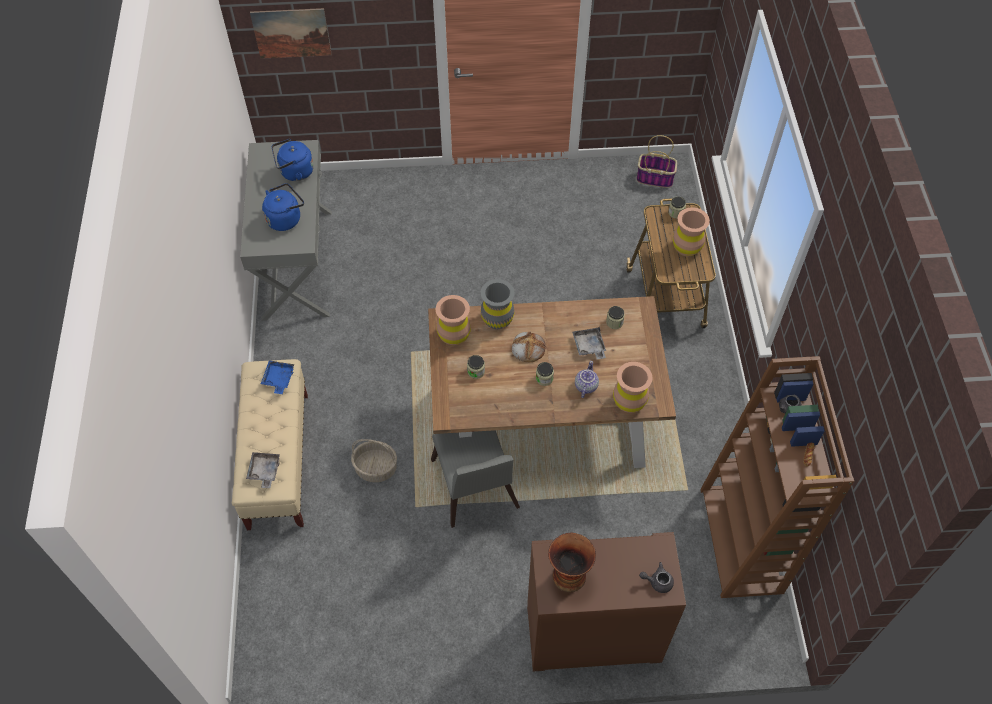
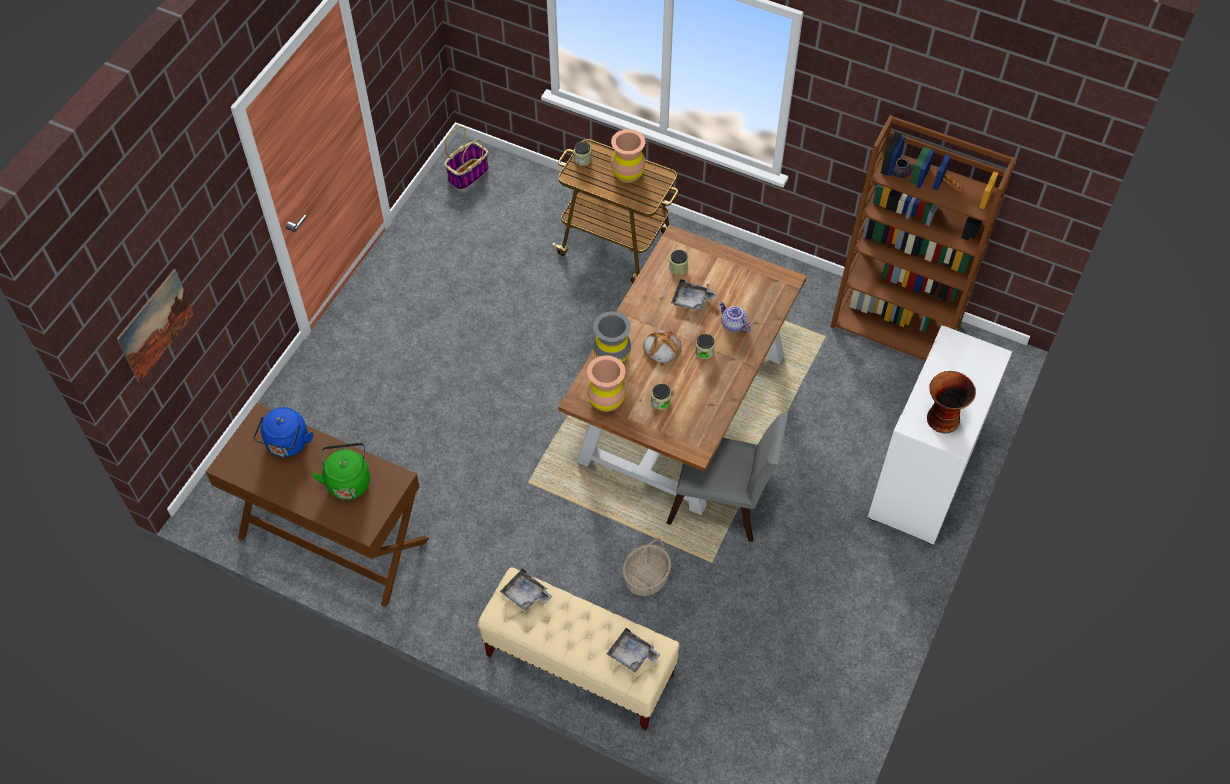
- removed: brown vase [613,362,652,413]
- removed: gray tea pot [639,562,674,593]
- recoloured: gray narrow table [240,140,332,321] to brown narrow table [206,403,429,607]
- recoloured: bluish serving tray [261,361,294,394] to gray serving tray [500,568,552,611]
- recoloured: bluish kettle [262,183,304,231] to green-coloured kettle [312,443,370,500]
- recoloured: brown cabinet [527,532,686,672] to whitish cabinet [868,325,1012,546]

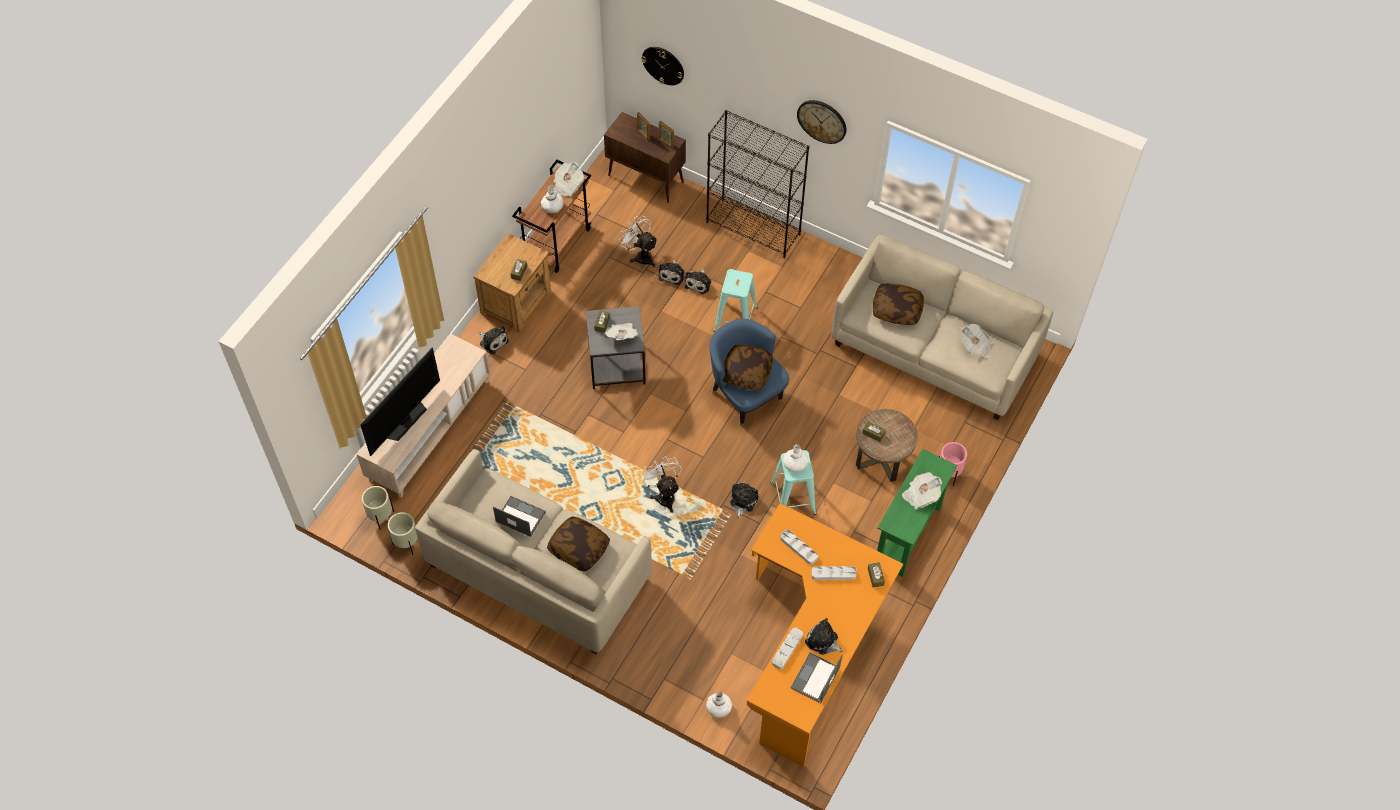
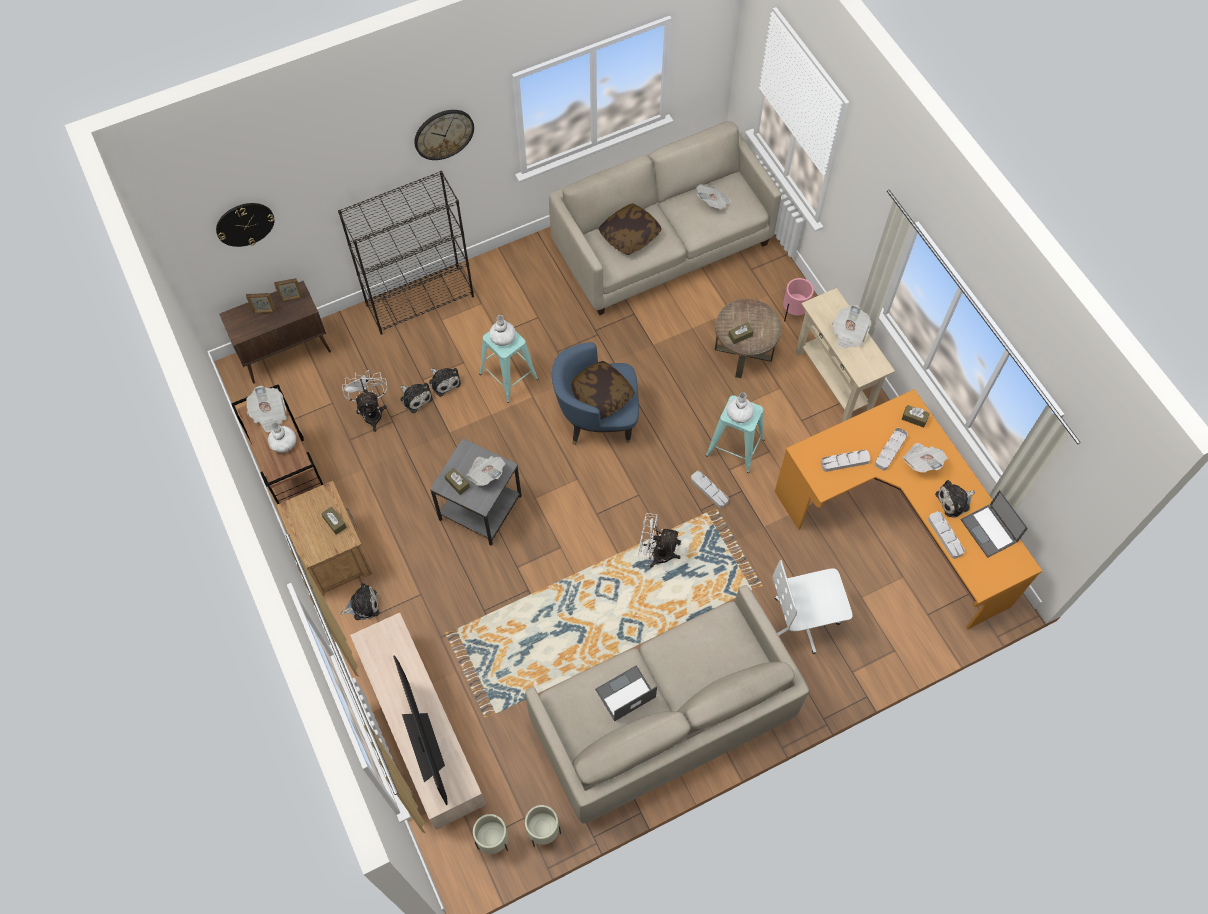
- removed: cushion [547,516,610,572]
- added: whitish office chair [772,560,852,654]
- added: daily paper [902,443,948,472]
- moved: whitish vase [706,692,732,718] to [489,315,516,346]
- replaced: cuddly toy [730,483,758,518] to gray serving tray [691,471,729,508]
- recoloured: green-coloured narrow table [877,449,957,577] to beige-coloured narrow table [795,288,895,422]
- turned: whitish fan [619,215,658,267] = [342,370,388,432] 90 degrees clockwise

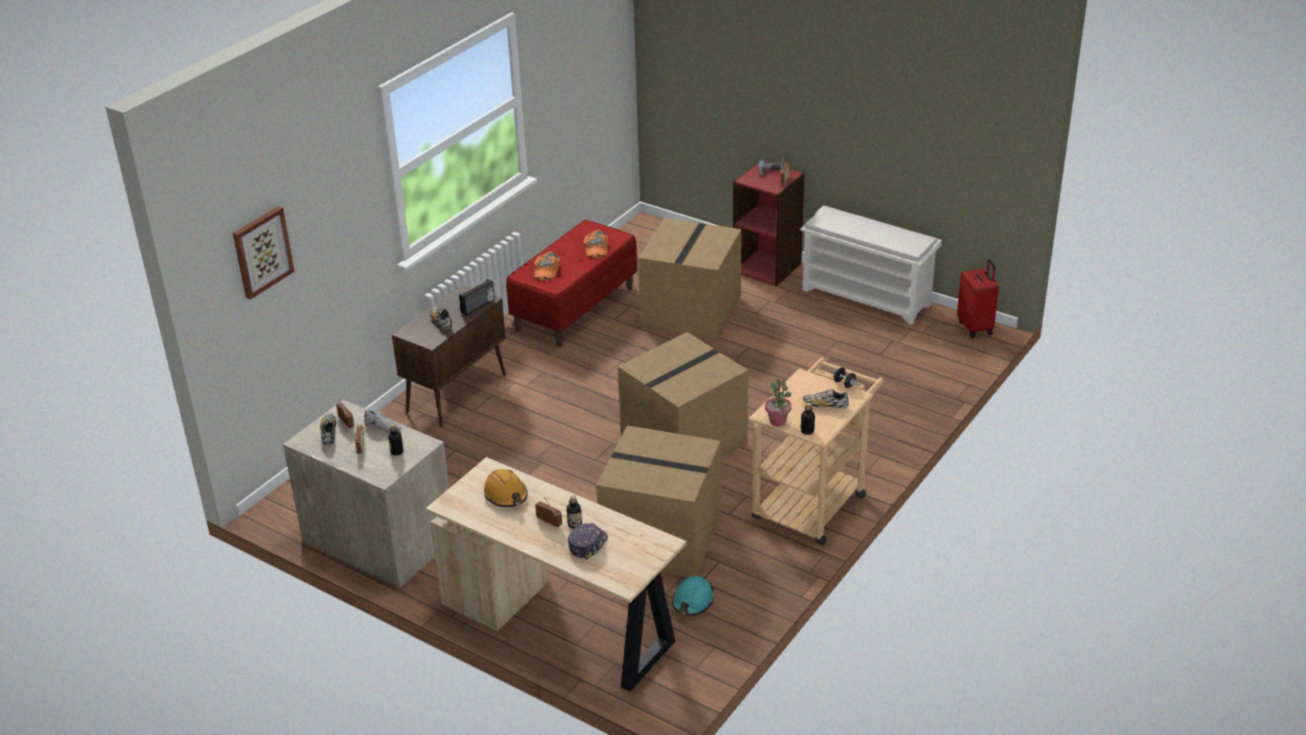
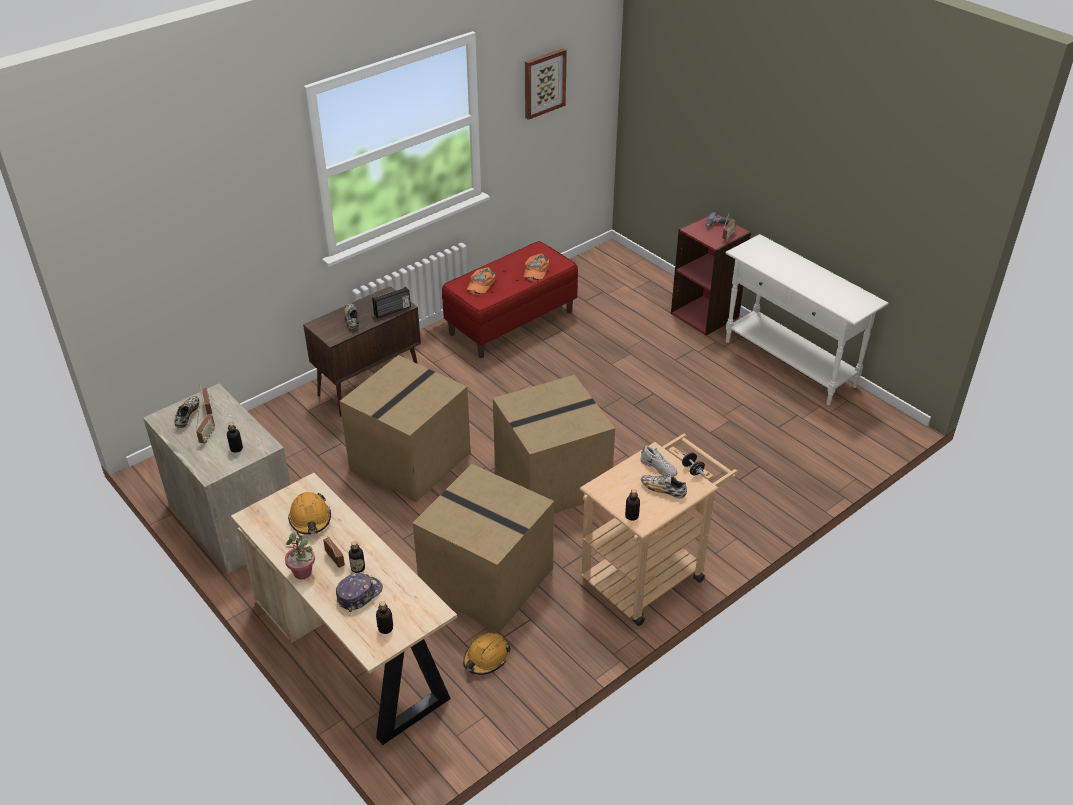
- removed: red-coloured travel case [957,259,999,338]
- added: beverage bottle [376,601,393,634]
- moved: picture [233,206,295,300] to [525,48,567,120]
- moved: whitish low shoe [364,409,402,434] to [641,446,678,477]
- moved: packing box [638,218,742,340] to [340,355,471,502]
- moved: potted plant [765,379,792,426] to [285,532,315,580]
- replaced: whitish shoe stand [800,206,942,325] to whitish narrow table [725,234,889,405]
- recoloured: turquoise-coloured hard hat [672,576,715,615] to orange-coloured hard hat [463,632,511,675]

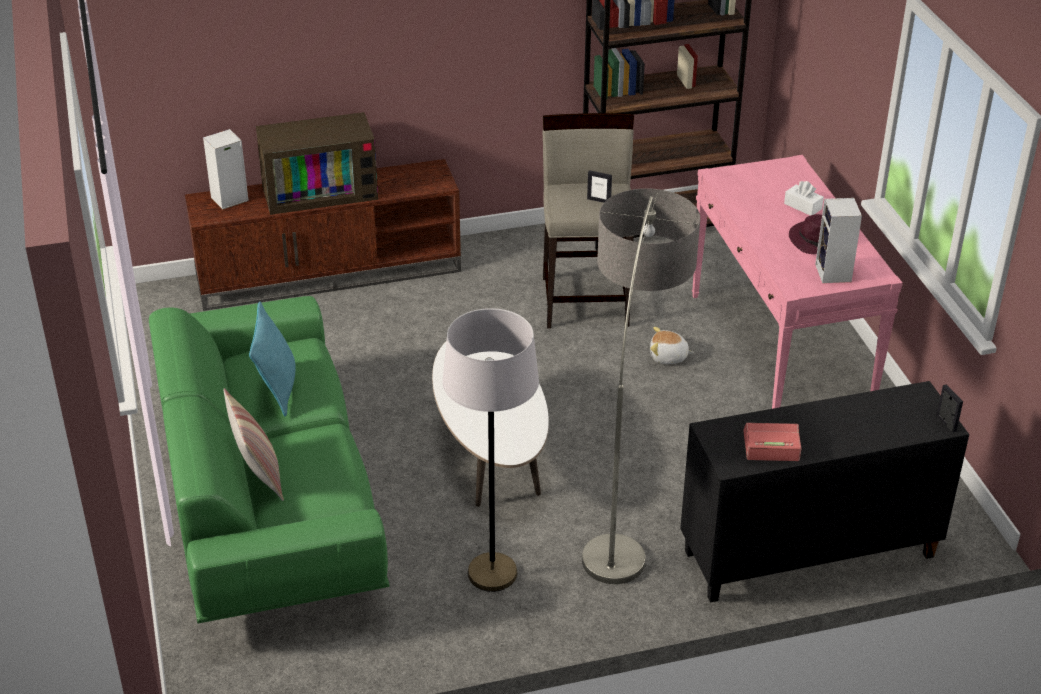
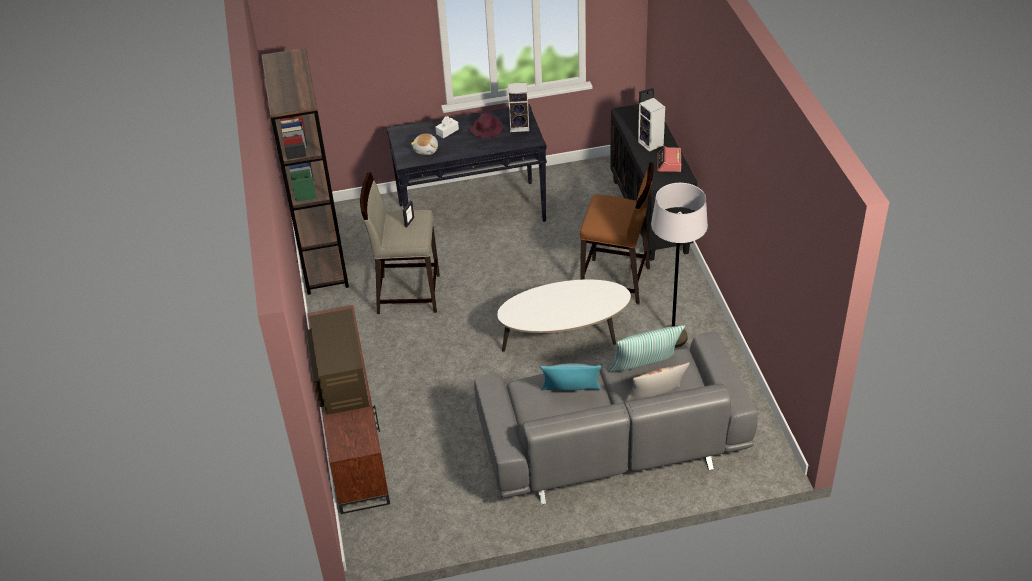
- added: cushion [608,325,685,372]
- moved: loudspeaker [203,129,249,210] to [638,98,665,152]
- moved: cuddly toy [650,327,694,364] to [411,134,438,155]
- replaced: standard lamp [582,188,700,584] to brown stool [580,162,653,305]
- recoloured: green-coloured settee [149,296,390,623] to gray settee [474,332,758,505]
- recoloured: pinkish narrow table [692,155,903,409] to black narrow table [387,104,547,222]

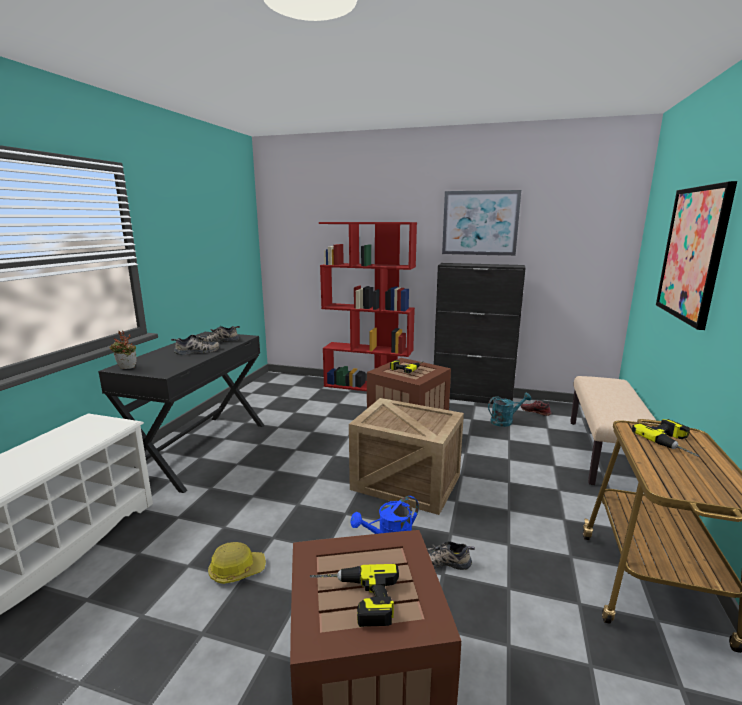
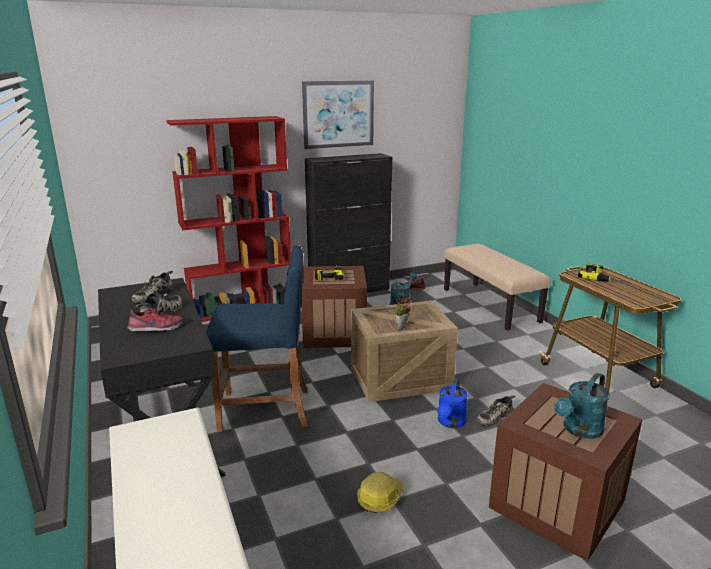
- removed: picture [656,181,737,330]
- added: low shoe [127,308,183,332]
- added: bluish stool [206,245,308,432]
- moved: potted plant [109,331,137,369] to [394,293,412,330]
- replaced: power drill [309,564,399,627] to turquoise-coloured sprinkling can [554,373,609,439]

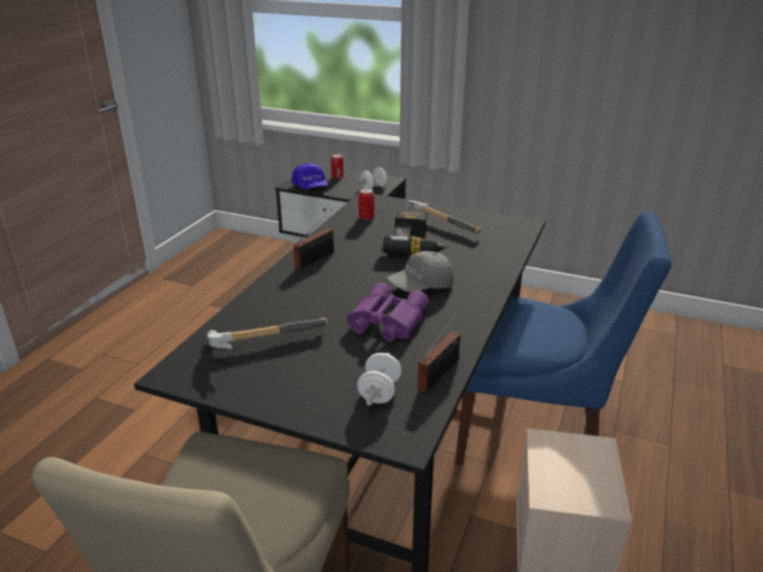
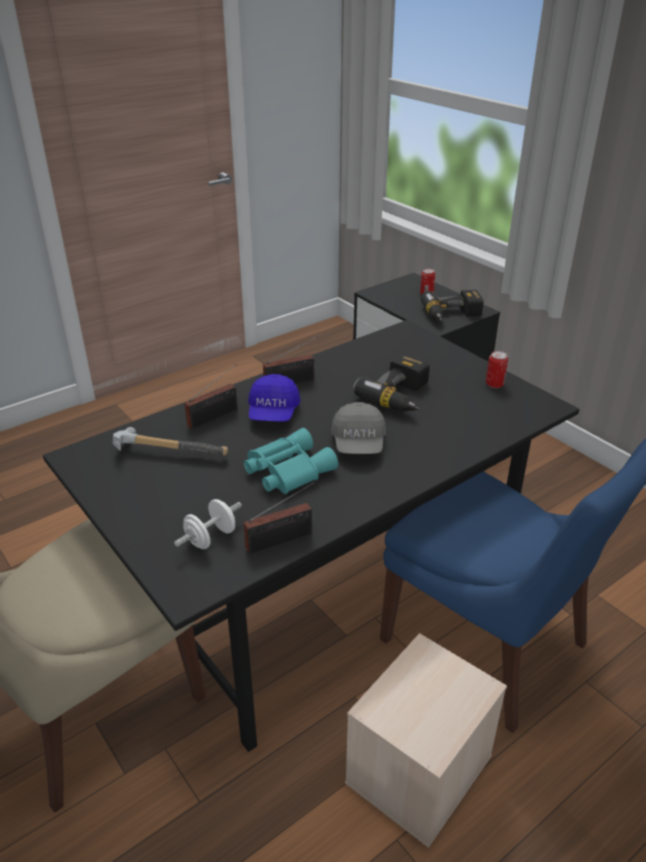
- removed: hammer [407,200,481,234]
- added: radio receiver [185,364,238,430]
- moved: bluish baseball cap [292,163,328,189] to [248,374,301,422]
- moved: can [358,188,374,220] to [486,351,508,388]
- replaced: whitish free weight [355,167,391,189] to power drill [421,290,484,321]
- recoloured: purplish field glasses [347,283,429,341] to turquoise-coloured field glasses [244,428,338,494]
- turned: gray baseball cap [387,251,453,293] = [331,402,386,454] 90 degrees counterclockwise

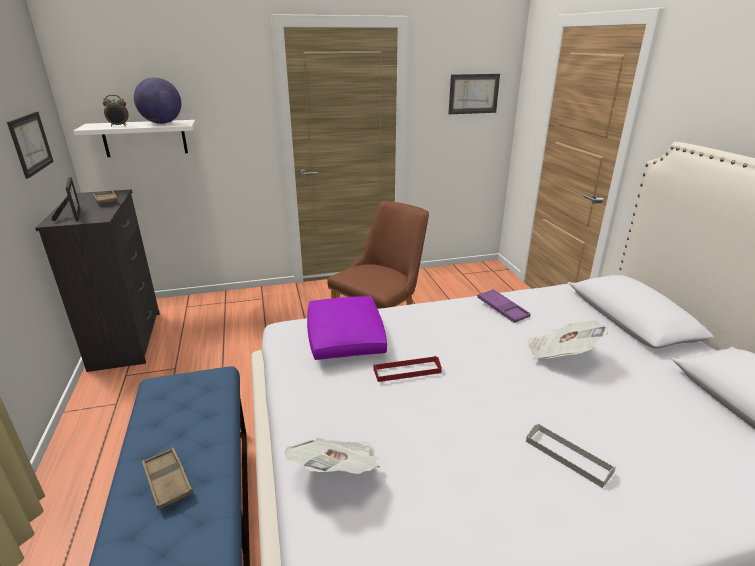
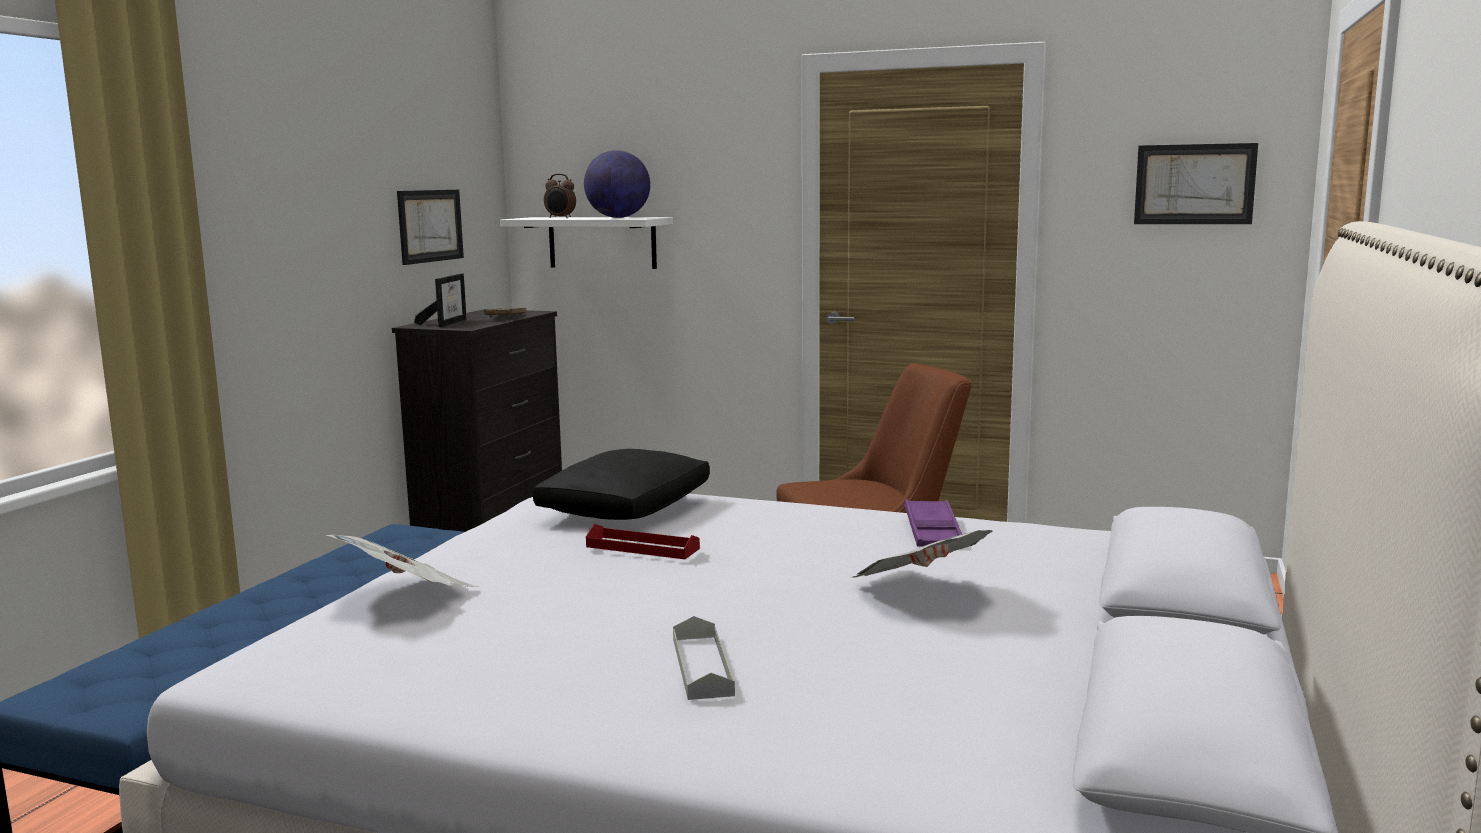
- removed: brown serving tray [142,447,193,510]
- recoloured: purplish cushion [307,296,387,360] to black cushion [533,449,710,520]

